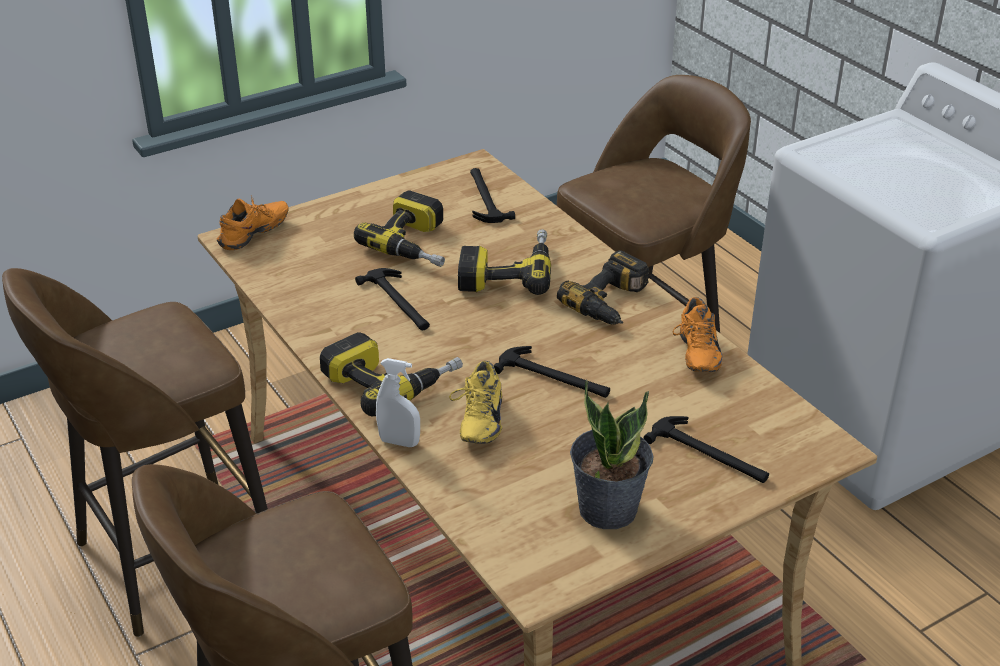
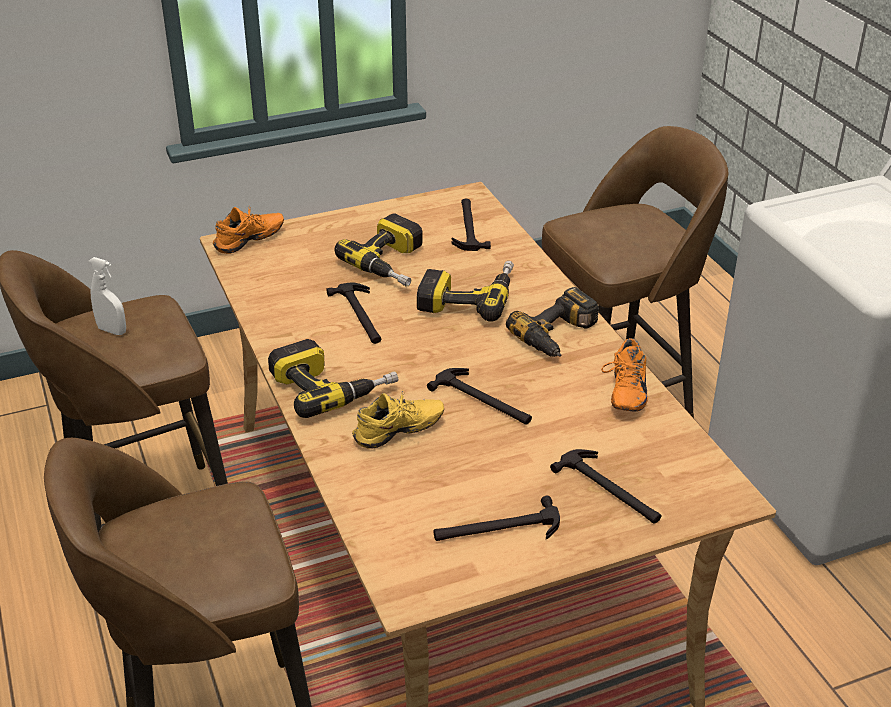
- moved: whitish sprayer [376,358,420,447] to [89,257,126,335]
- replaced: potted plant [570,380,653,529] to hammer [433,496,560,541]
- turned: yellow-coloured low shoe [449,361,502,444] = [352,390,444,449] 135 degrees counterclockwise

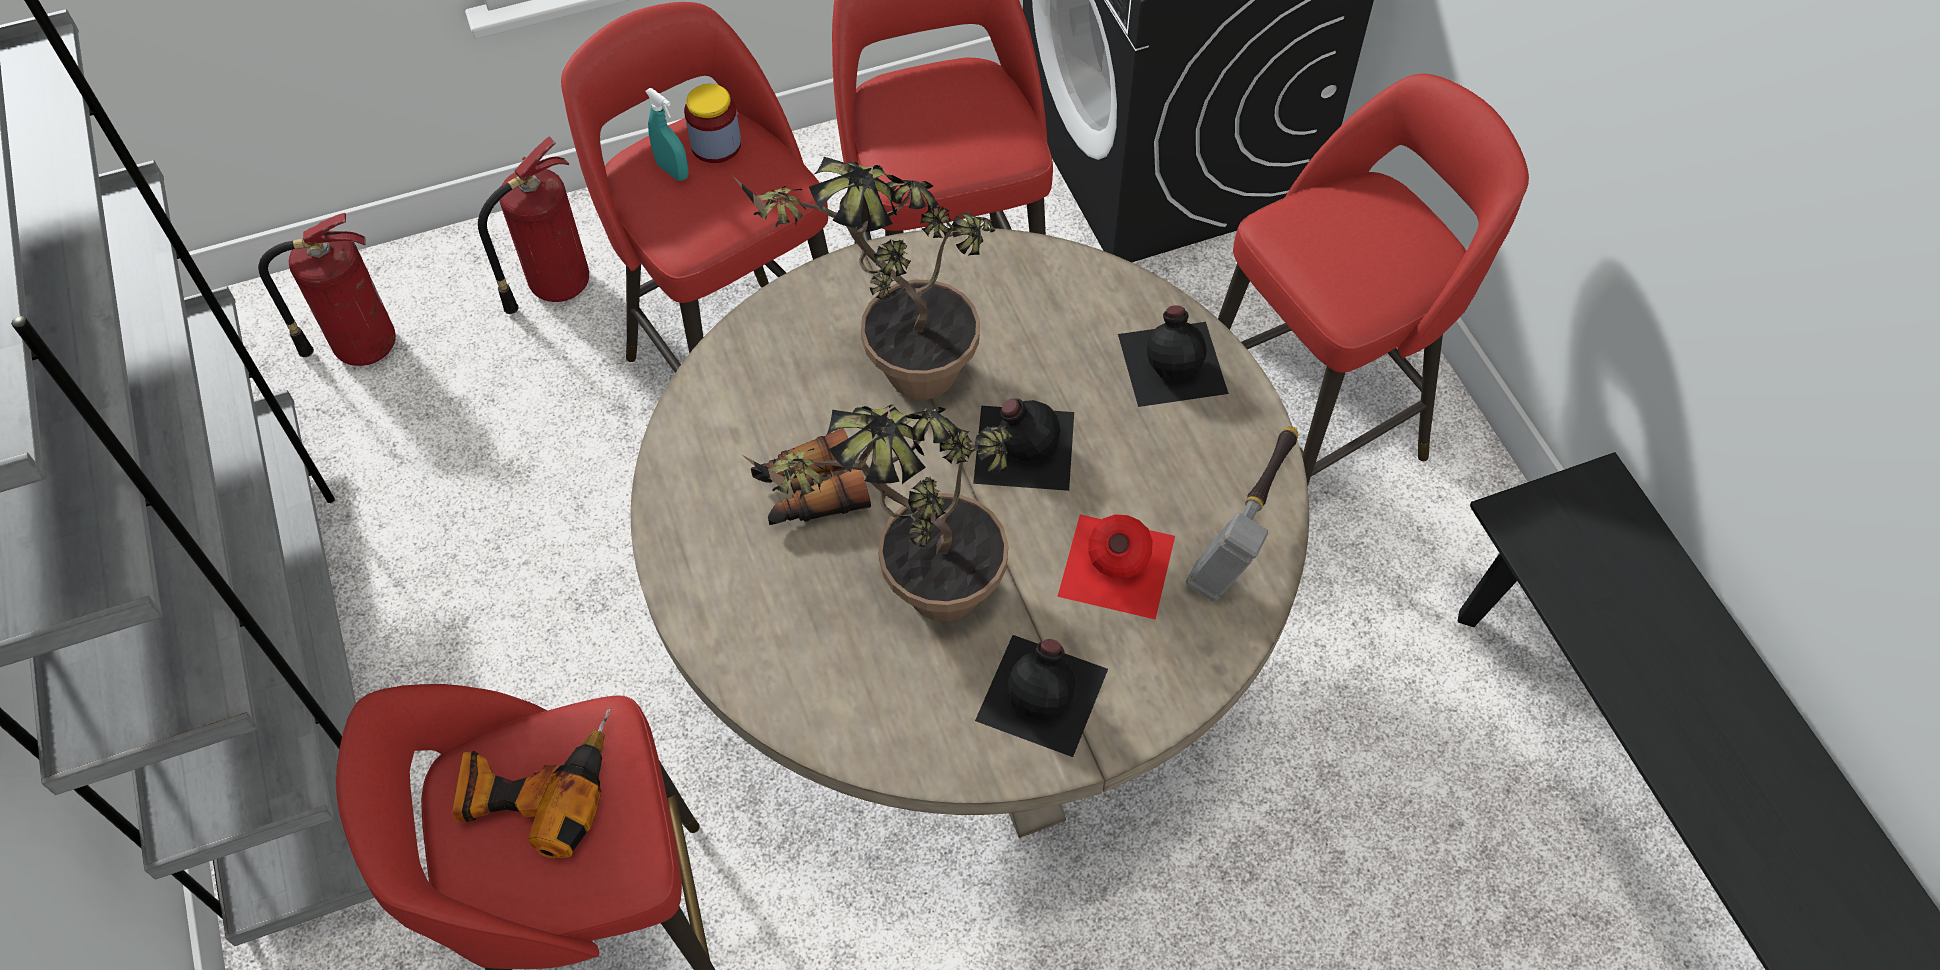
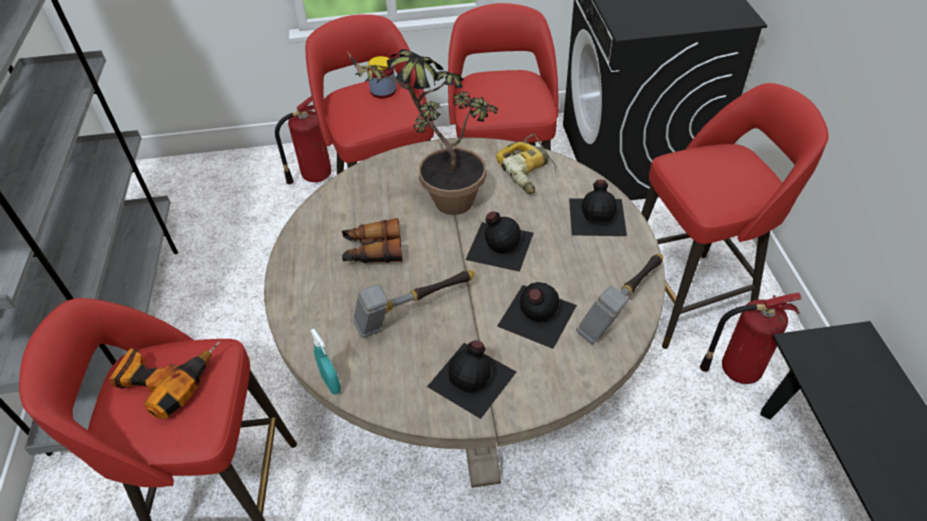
- added: power drill [496,134,557,194]
- moved: extinguisher [258,213,396,366] to [700,293,802,384]
- moved: turquoise-coloured sprayer [646,88,688,181] to [310,329,341,395]
- replaced: potted plant [742,404,1013,622] to hammer [353,270,475,338]
- recoloured: red-coloured beverage bottle [1057,514,1175,620] to black beverage bottle [497,282,577,349]

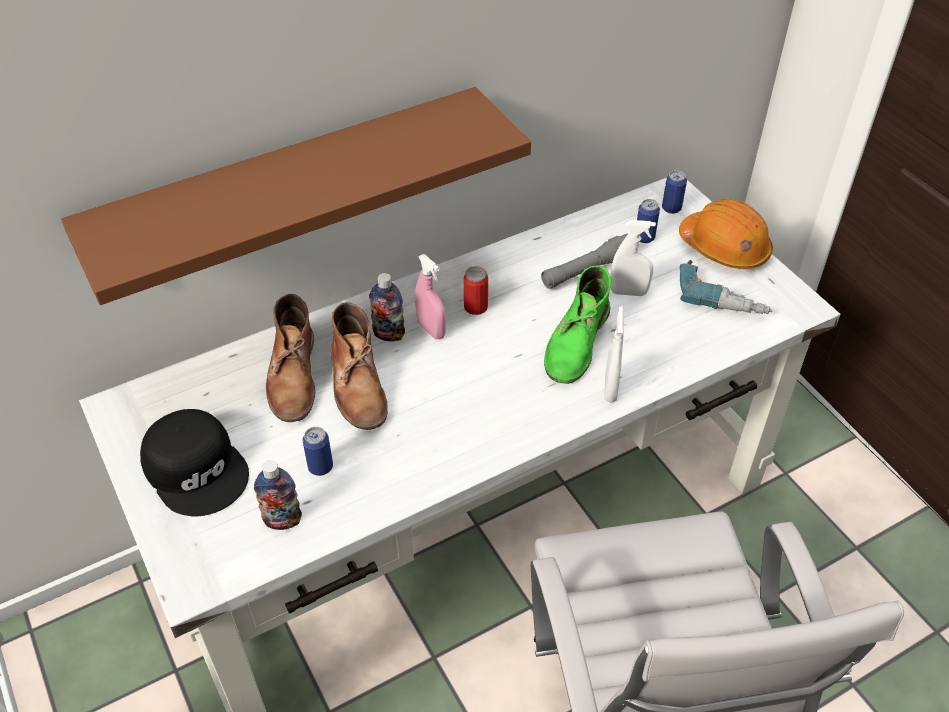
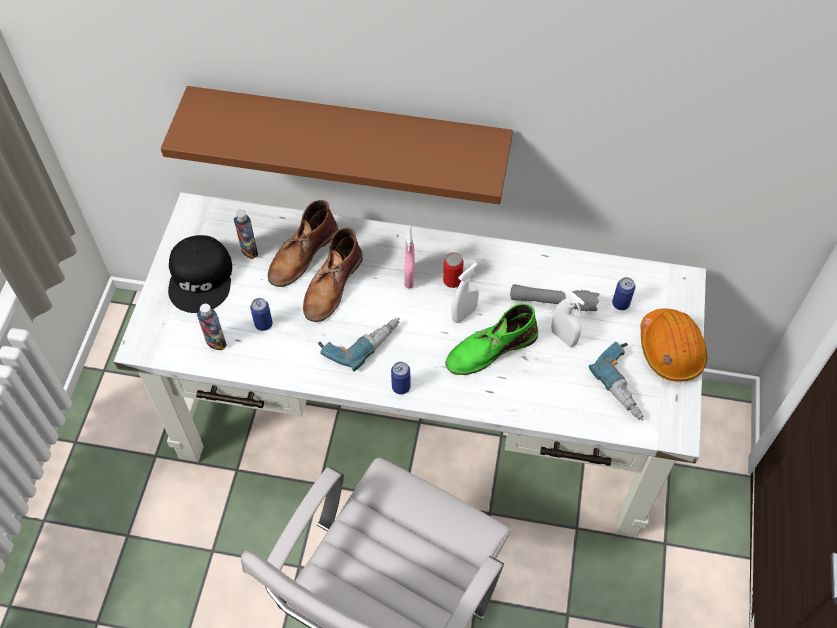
- added: power drill [318,318,400,372]
- moved: beverage bottle [369,273,405,341] to [234,210,258,259]
- moved: whitish sprayer [604,307,624,403] to [451,263,479,323]
- moved: can [662,170,687,214] to [391,361,411,394]

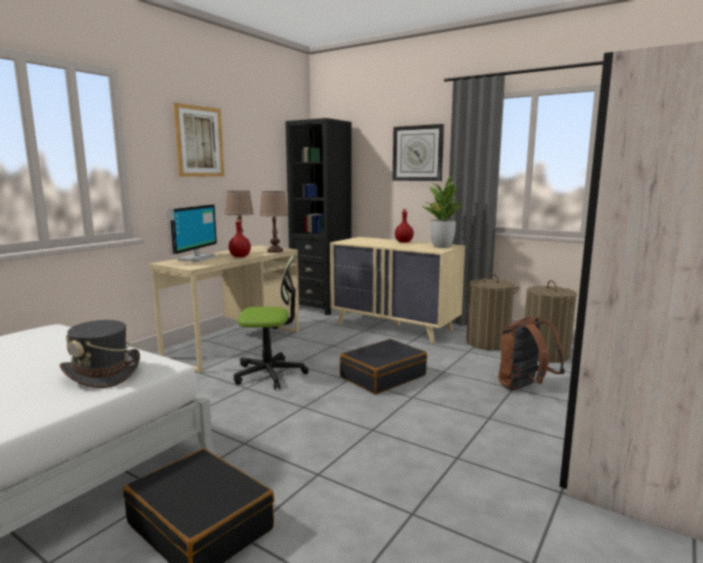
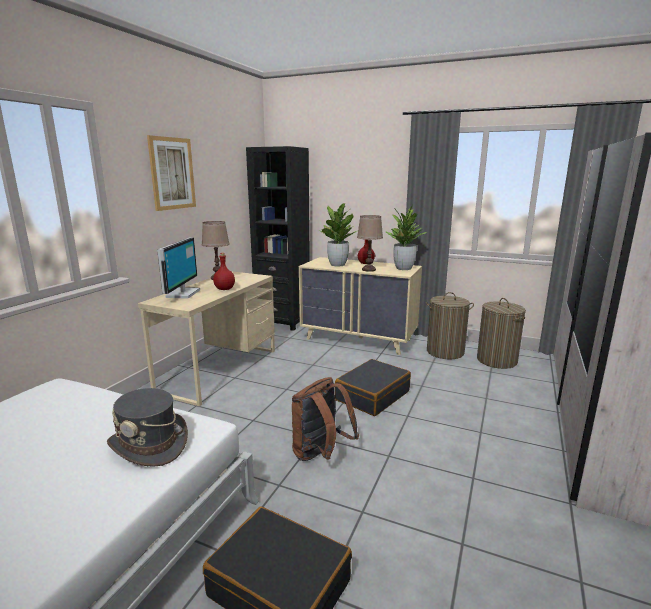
- removed: office chair [234,254,309,390]
- removed: wall clock [393,124,444,181]
- added: potted plant [319,203,357,267]
- moved: brown tabletop lamp [259,191,289,253] to [357,215,383,272]
- moved: brown backpack [498,316,565,390] to [292,377,359,461]

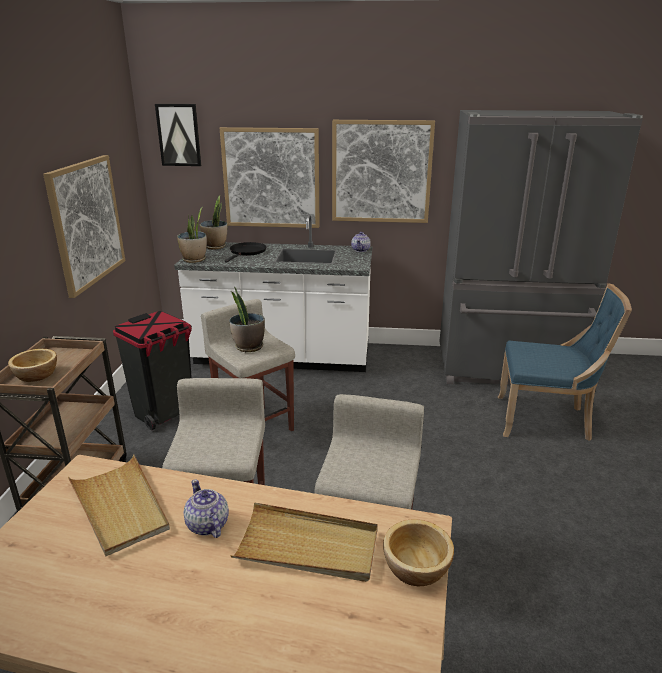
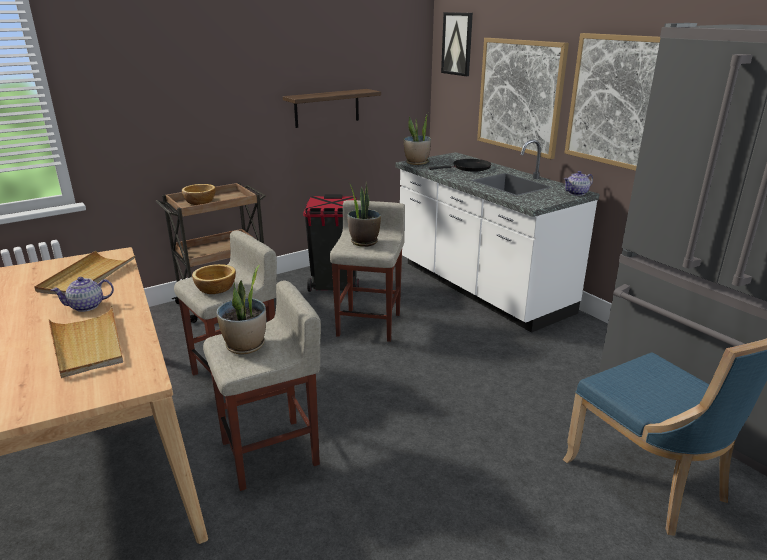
- moved: potted plant [200,195,227,250] to [216,265,266,354]
- moved: deep dish [383,520,454,586] to [192,264,236,294]
- replaced: picture [43,155,125,298] to bracket shelf [283,89,381,128]
- turned: tea pot [184,479,229,538] = [51,277,114,312] 135 degrees counterclockwise

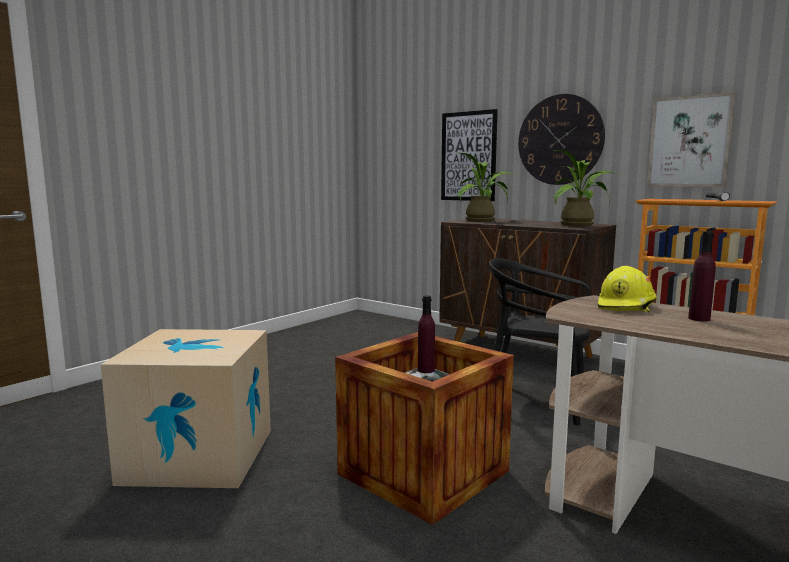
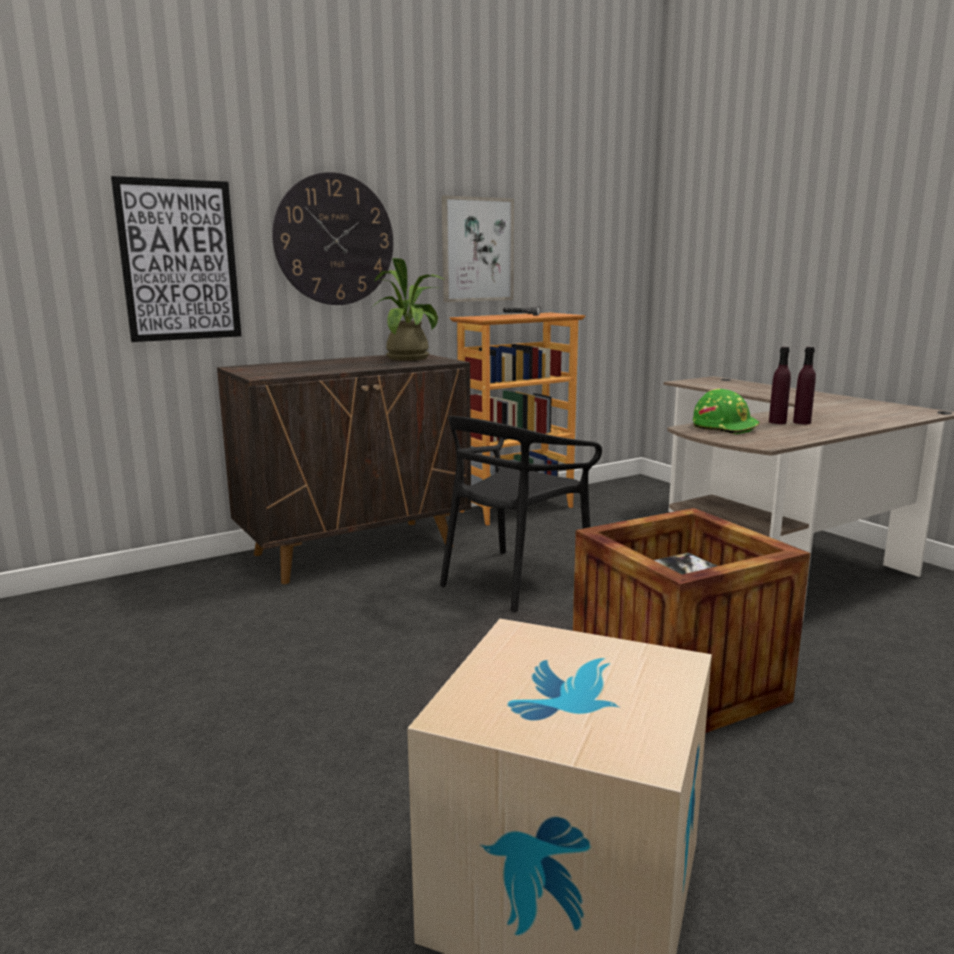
- removed: potted plant [457,153,517,222]
- moved: purplish beverage bottle [418,295,435,373] to [793,347,816,424]
- recoloured: yellow-coloured hard hat [598,266,657,312] to green-coloured hard hat [693,389,760,434]

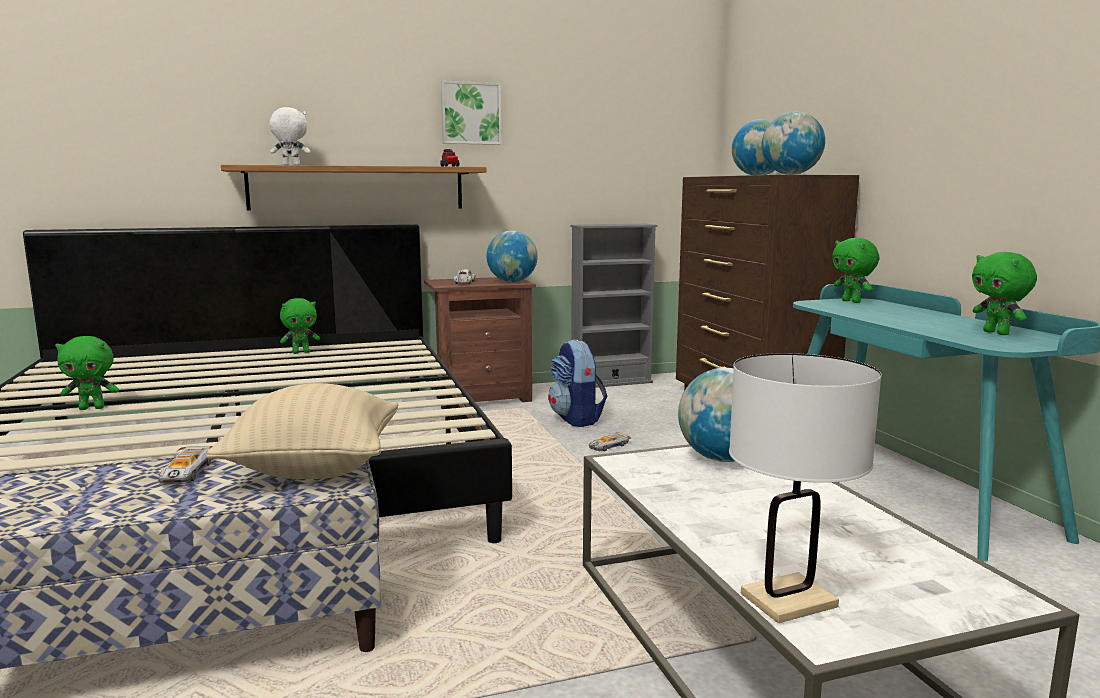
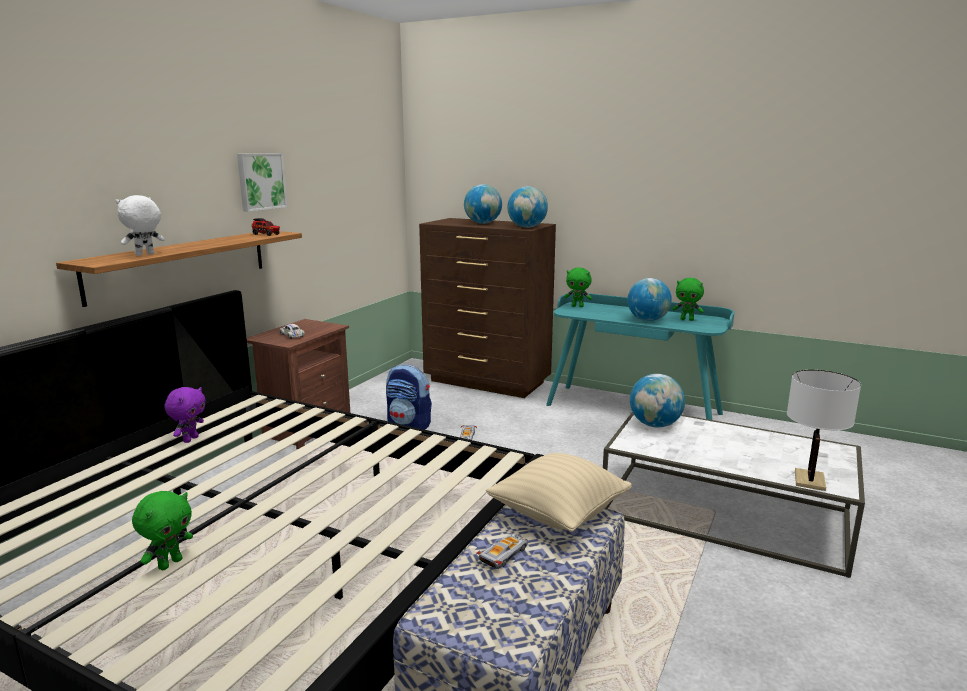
- removed: gray bookcase [571,224,657,388]
- moved: world globe [486,231,538,282] to [628,278,672,321]
- recoloured: green-coloured cuddly toy [280,298,320,354] to purplish cuddly toy [164,387,206,443]
- turned: miniature car [158,446,213,485] = [476,533,529,569] 90 degrees counterclockwise

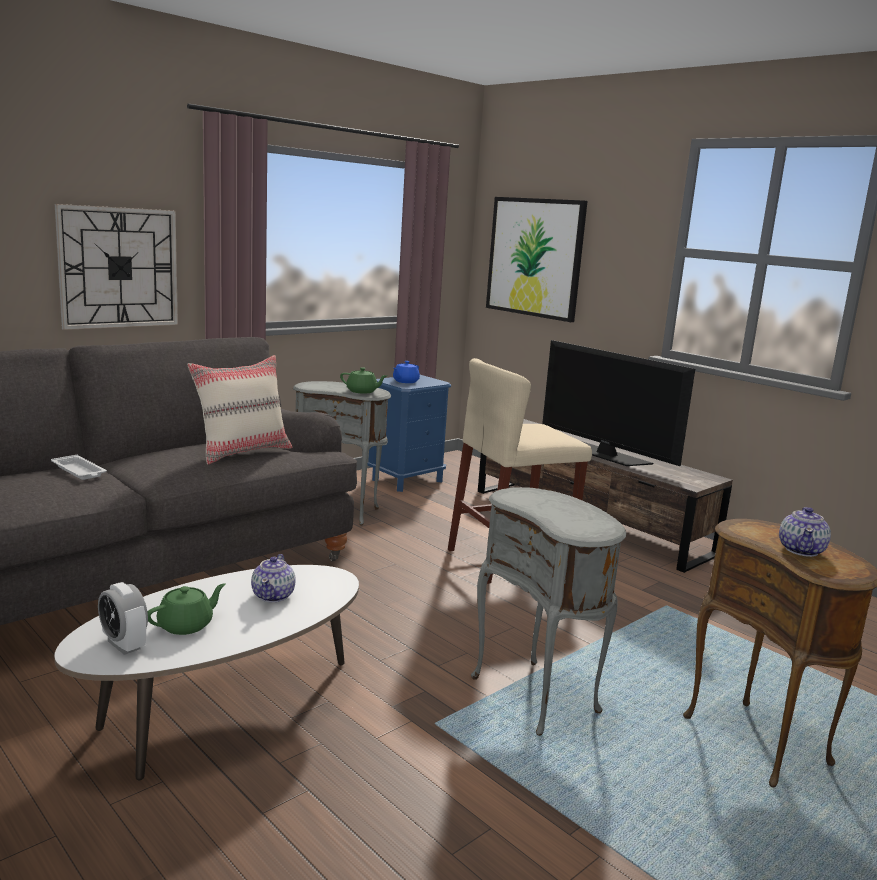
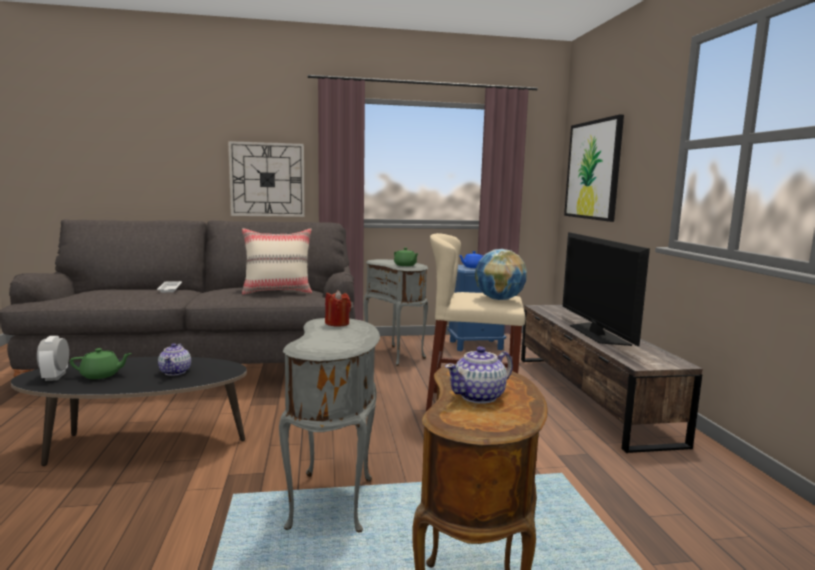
- added: red-coloured candle [325,290,351,327]
- added: world globe [475,249,527,300]
- recoloured: whitish coffee table [54,565,359,781] to black coffee table [11,357,247,466]
- turned: tea pot [251,554,296,602] = [158,343,191,376] 45 degrees counterclockwise

